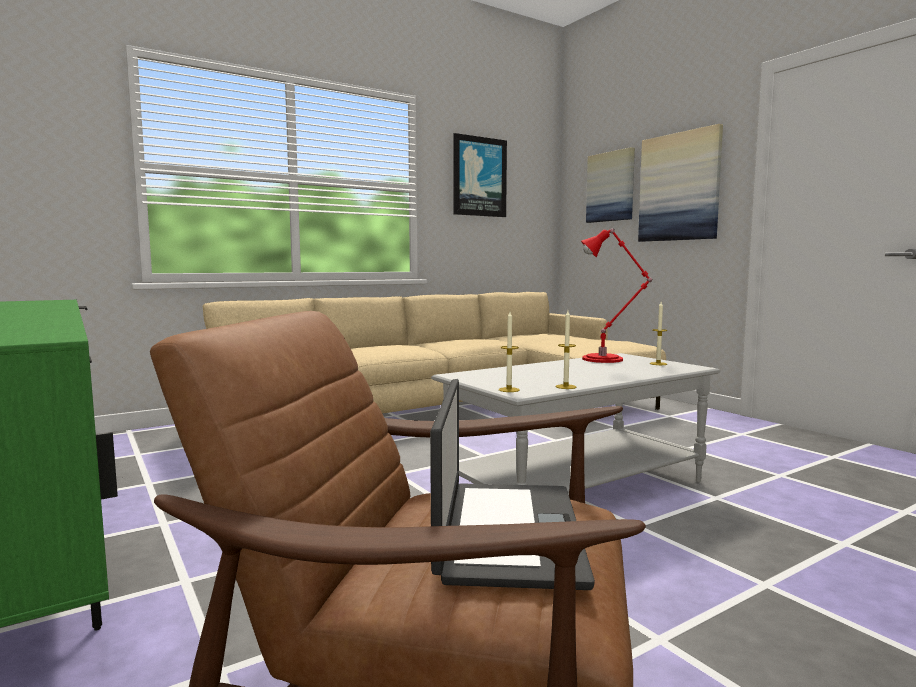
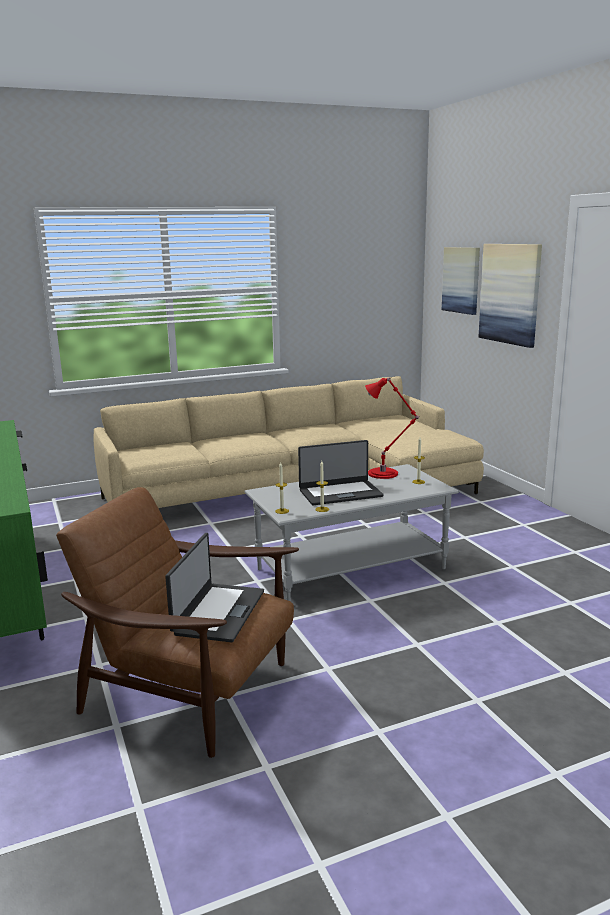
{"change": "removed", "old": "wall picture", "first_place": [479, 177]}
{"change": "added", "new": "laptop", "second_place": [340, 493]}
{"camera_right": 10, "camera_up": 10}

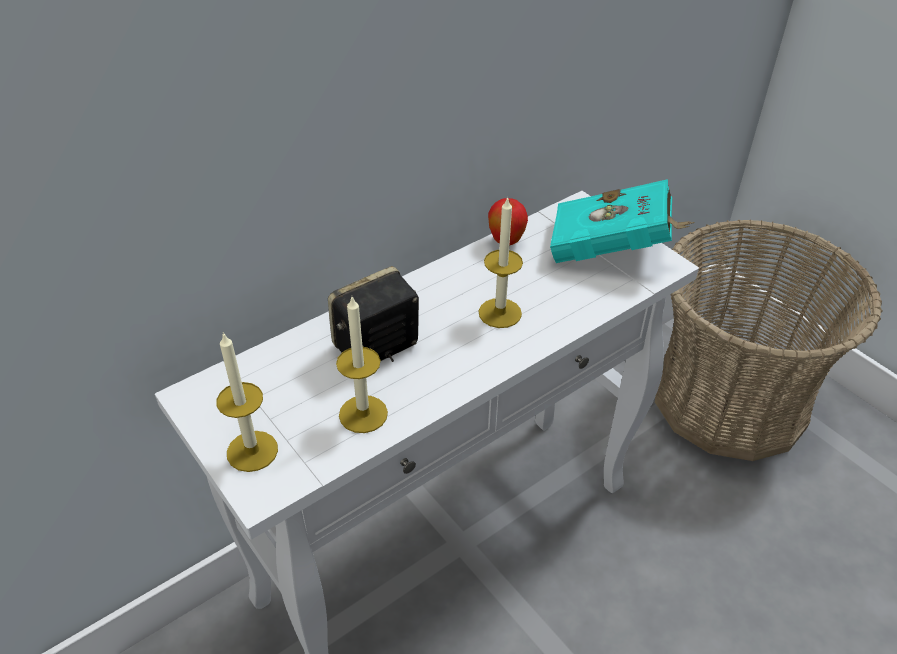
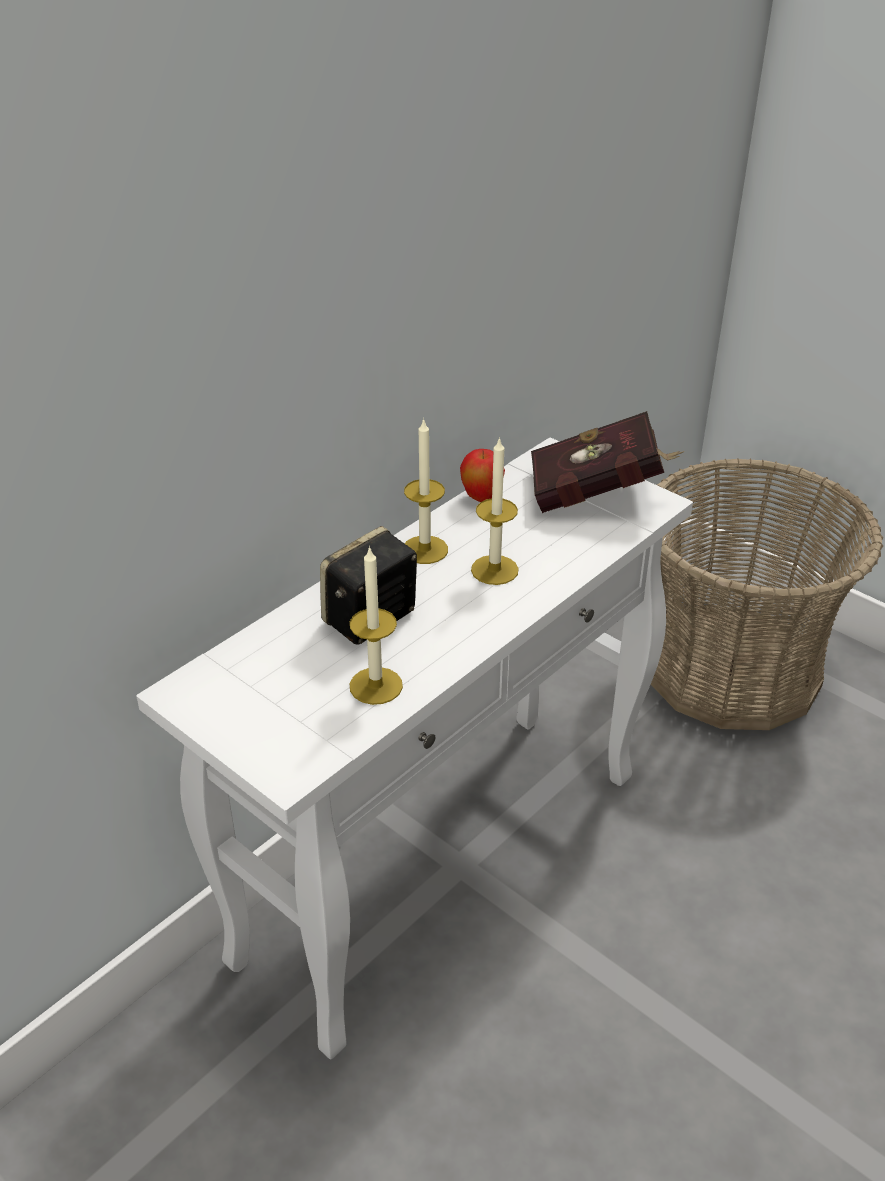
{"change": "recoloured", "old": "turquoise volume", "new": "red volume", "first_place": [613, 250], "second_place": [599, 494]}
{"change": "moved", "old": "wax candle", "first_place": [252, 451], "second_place": [425, 550]}
{"camera_right": -10, "camera_up": -5}

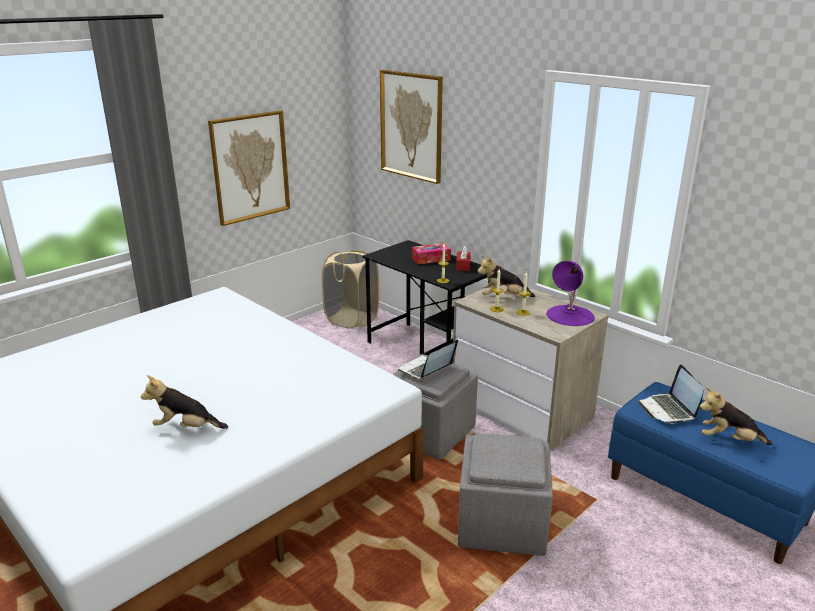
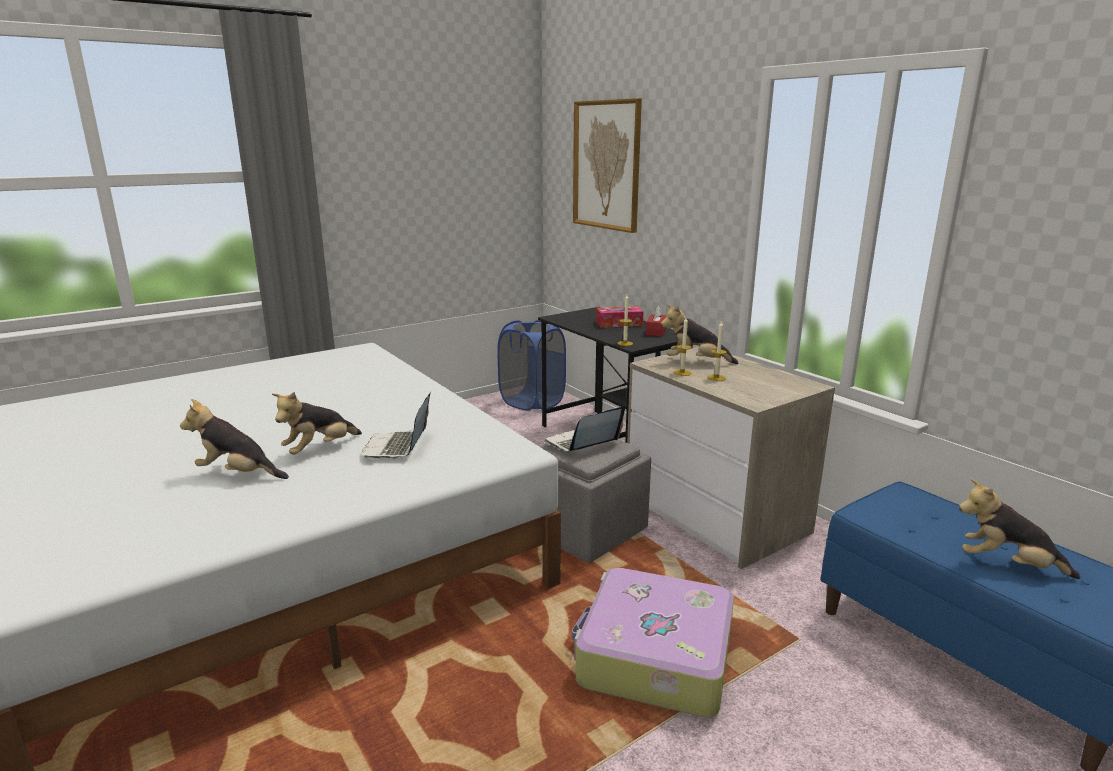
{"change": "removed", "old": "wall picture", "first_place": [250, 167]}
{"change": "recoloured", "old": "beige-coloured laundry basket", "new": "blue laundry basket", "first_place": [352, 319], "second_place": [532, 402]}
{"change": "removed", "old": "purple tabletop lamp", "first_place": [570, 315]}
{"change": "moved", "old": "laptop", "first_place": [668, 410], "second_place": [398, 447]}
{"change": "replaced", "old": "gray pouffe", "new": "piece of luggage", "first_place": [503, 525], "second_place": [653, 657]}
{"change": "added", "new": "cuddly toy", "second_place": [319, 449]}
{"camera_right": 10, "camera_up": -5}

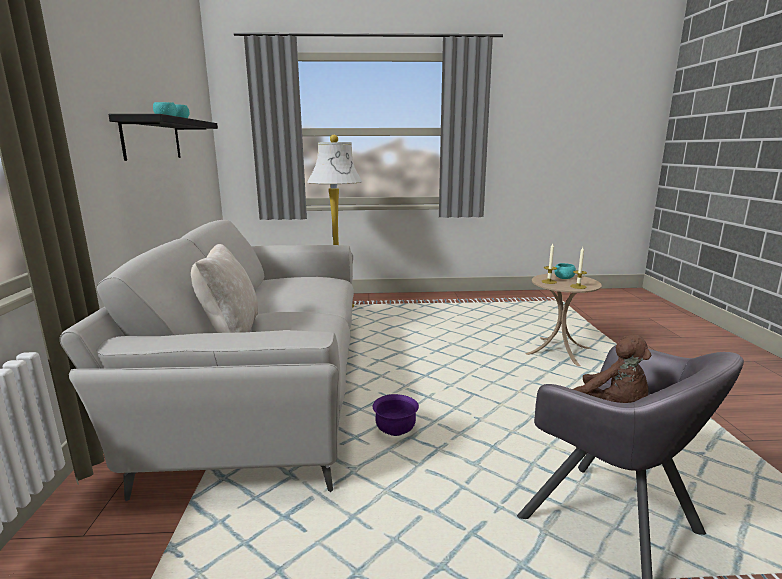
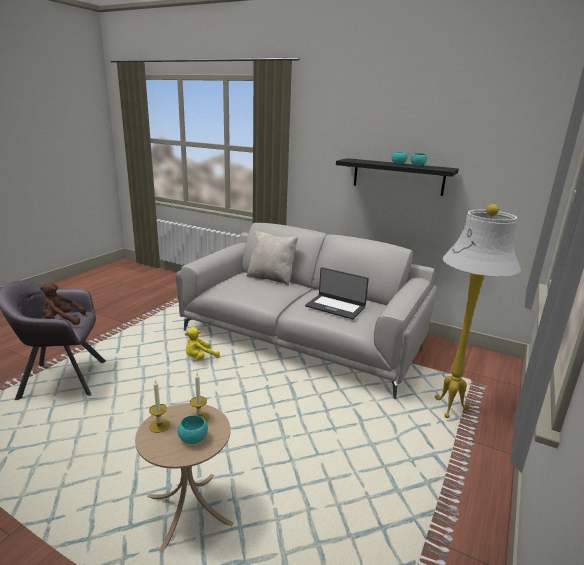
{"change": "replaced", "old": "purple serving bowl", "new": "yellow-coloured cuddly toy", "first_place": [395, 431], "second_place": [200, 358]}
{"change": "added", "new": "laptop", "second_place": [335, 307]}
{"camera_right": 120, "camera_up": 5}

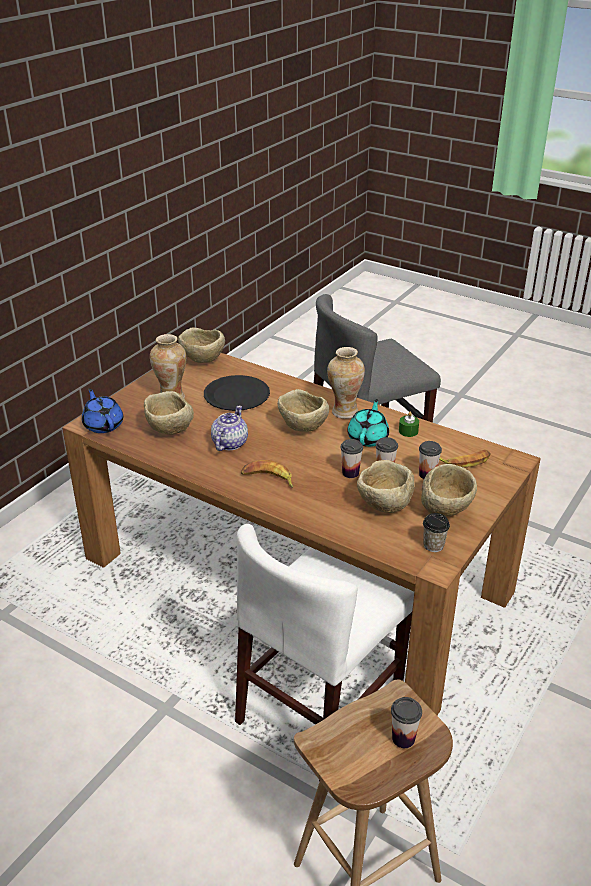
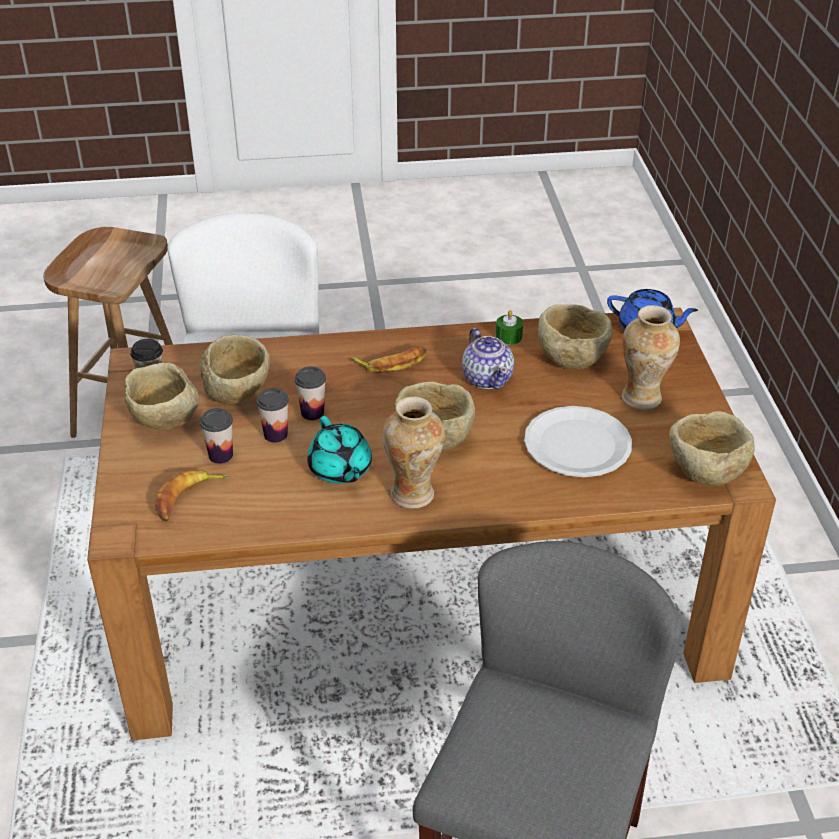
{"change": "recoloured", "old": "blackish dinner plate", "new": "white-coloured dinner plate", "first_place": [237, 395], "second_place": [577, 444]}
{"change": "moved", "old": "green-coloured wax candle", "first_place": [408, 431], "second_place": [508, 336]}
{"change": "removed", "old": "small cup", "first_place": [403, 738]}
{"camera_right": 140, "camera_up": 5}

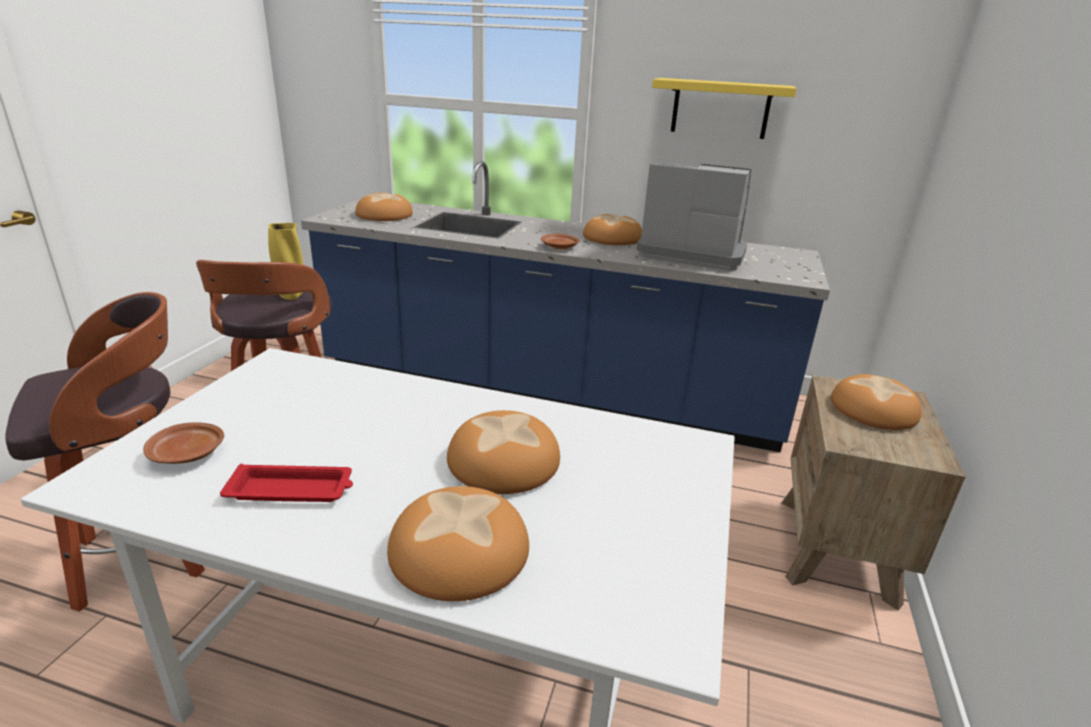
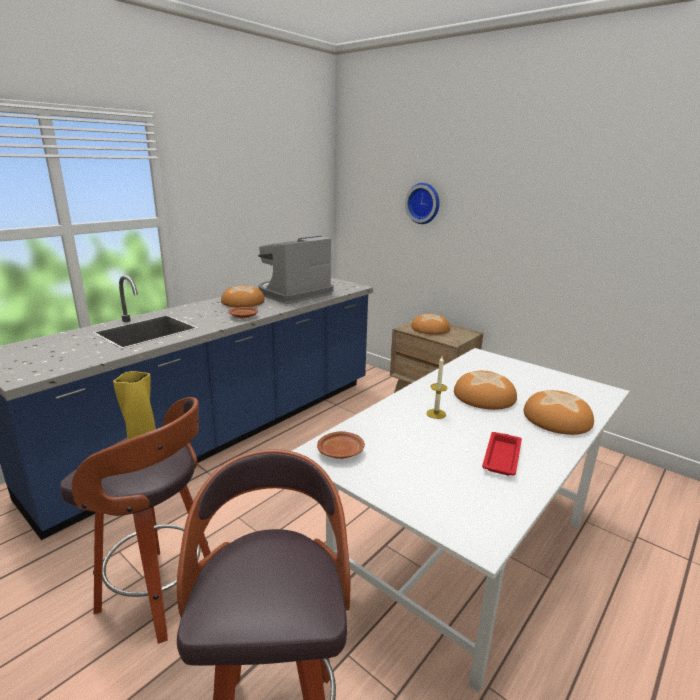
{"change": "removed", "old": "yellow-coloured wall shelf", "first_place": [720, 108]}
{"change": "removed", "old": "bakery bread", "first_place": [384, 215]}
{"change": "moved", "old": "brown-coloured dinner plate", "first_place": [188, 454], "second_place": [341, 452]}
{"change": "added", "new": "clock on the wall", "second_place": [424, 203]}
{"change": "added", "new": "wax candle", "second_place": [436, 414]}
{"camera_right": -65, "camera_up": -5}

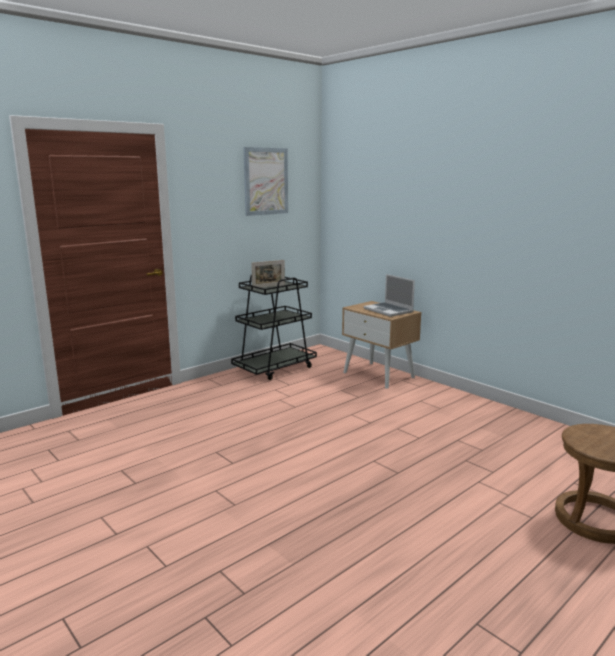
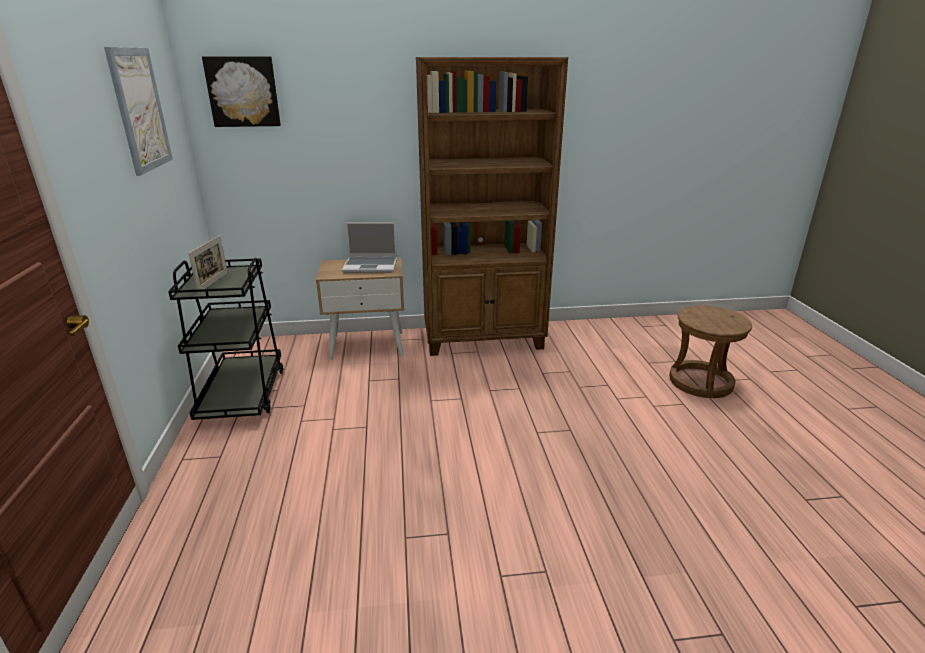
{"change": "added", "new": "wall picture", "second_place": [243, 91]}
{"change": "added", "new": "brown-coloured bookshelf", "second_place": [484, 340]}
{"camera_right": -55, "camera_up": 10}

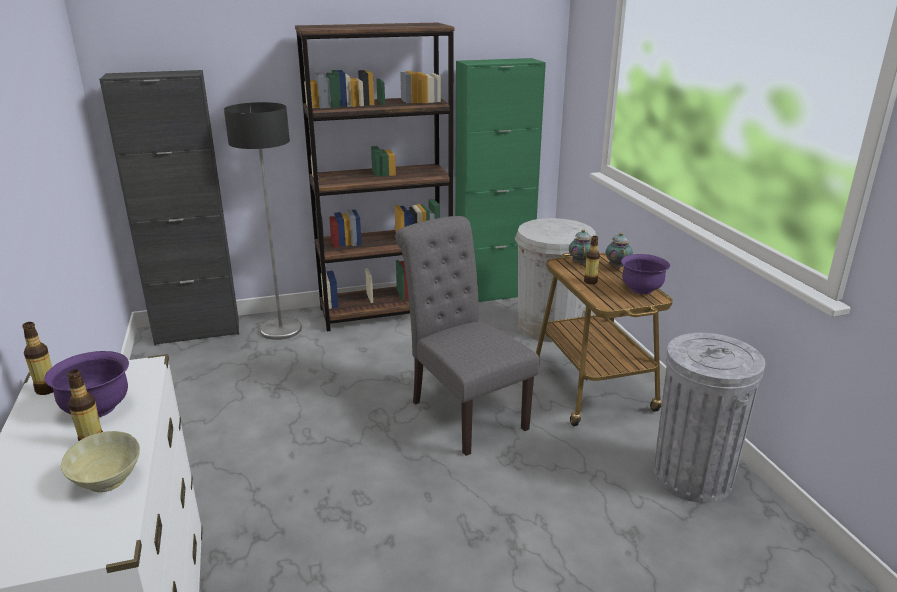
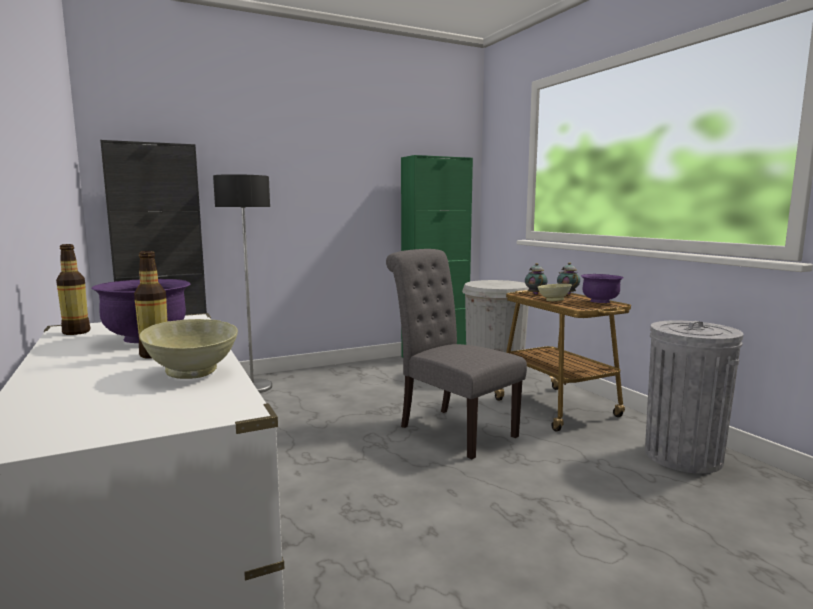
{"change": "removed", "old": "brown-coloured bookshelf", "first_place": [386, 311]}
{"change": "replaced", "old": "bottle", "new": "beige-coloured serving bowl", "first_place": [590, 282], "second_place": [553, 300]}
{"camera_right": -10, "camera_up": -15}

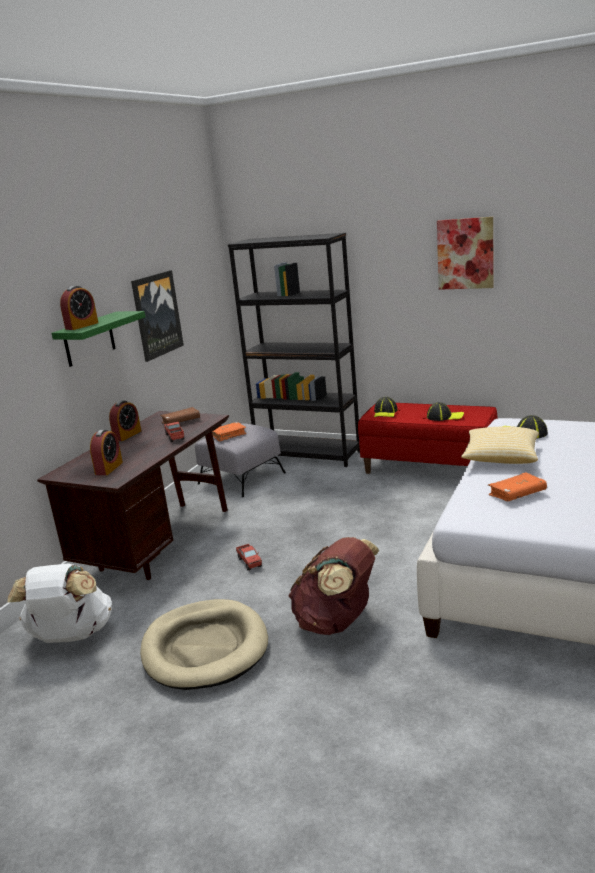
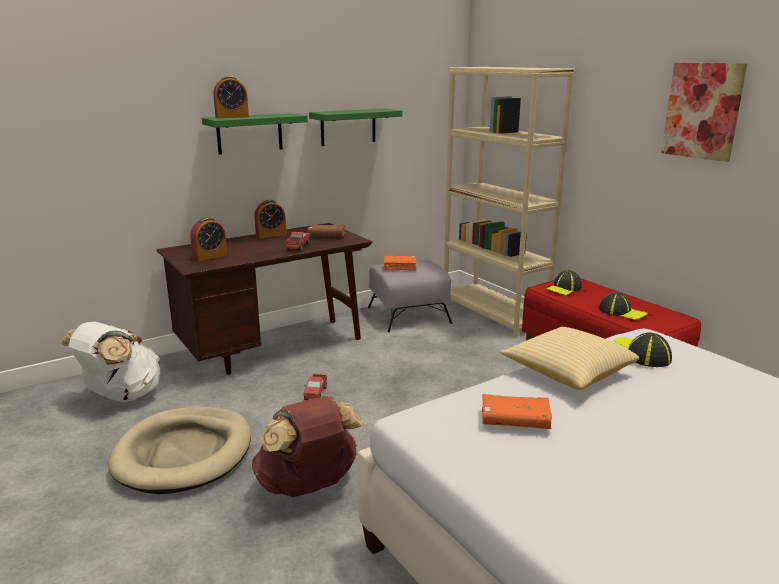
{"change": "recoloured", "old": "blackish bookshelf", "new": "beige-coloured bookshelf", "first_place": [308, 455], "second_place": [494, 314]}
{"change": "replaced", "old": "wall picture", "new": "green-coloured wall shelf", "first_place": [156, 315], "second_place": [348, 127]}
{"camera_right": 30, "camera_up": 0}

